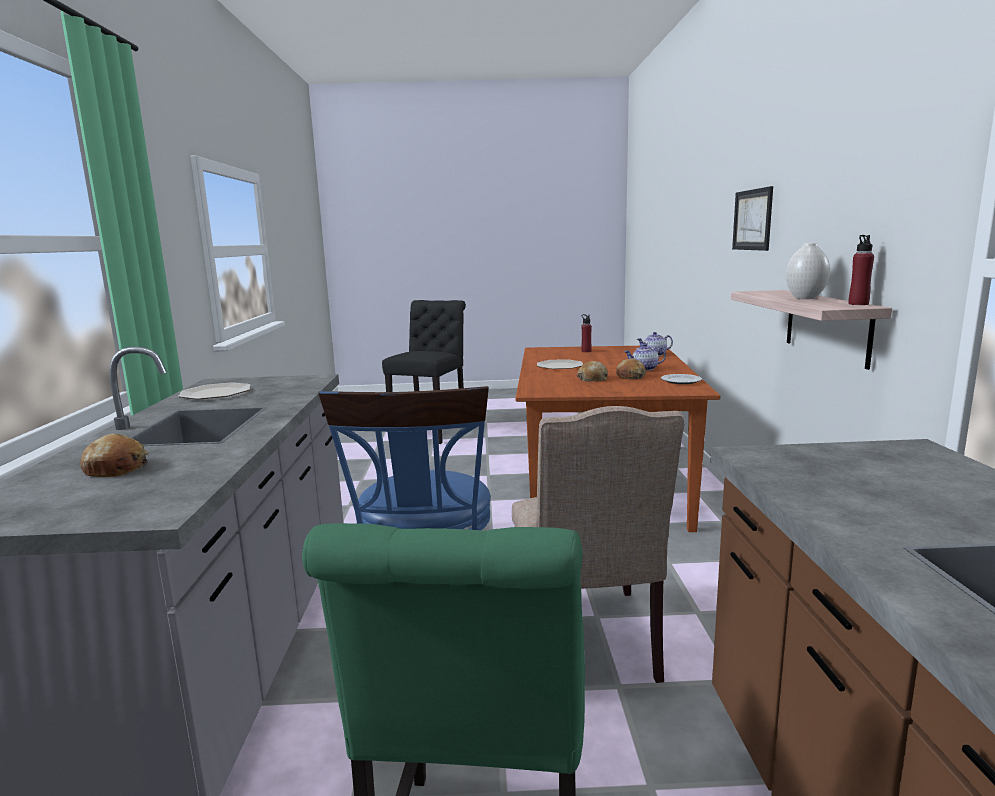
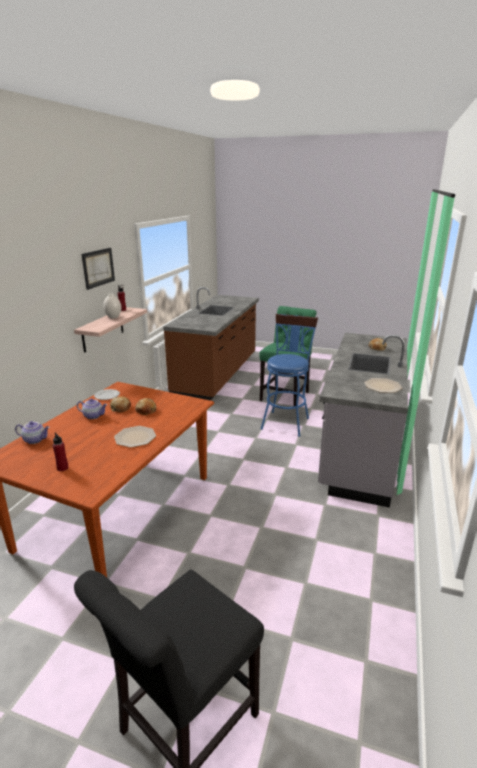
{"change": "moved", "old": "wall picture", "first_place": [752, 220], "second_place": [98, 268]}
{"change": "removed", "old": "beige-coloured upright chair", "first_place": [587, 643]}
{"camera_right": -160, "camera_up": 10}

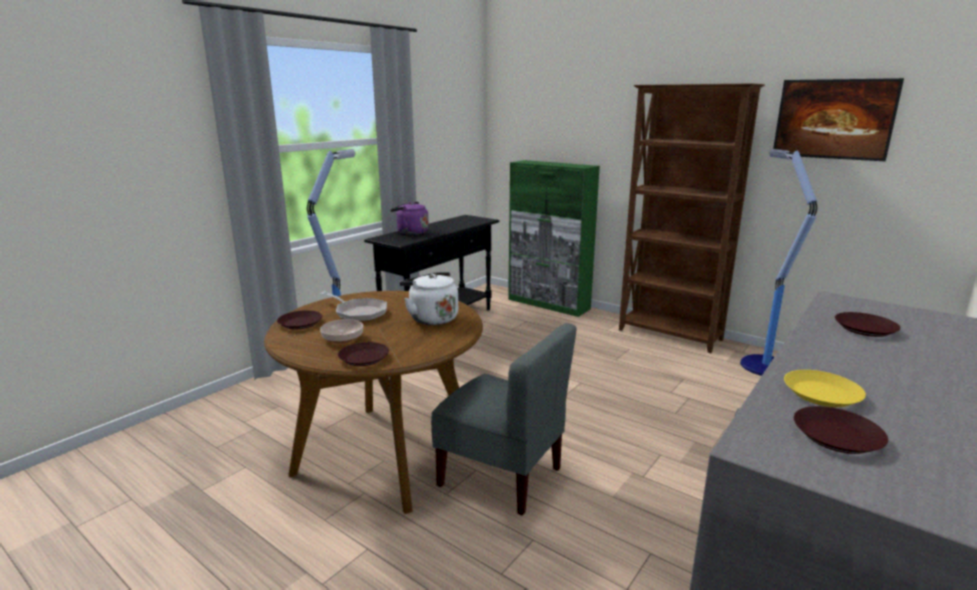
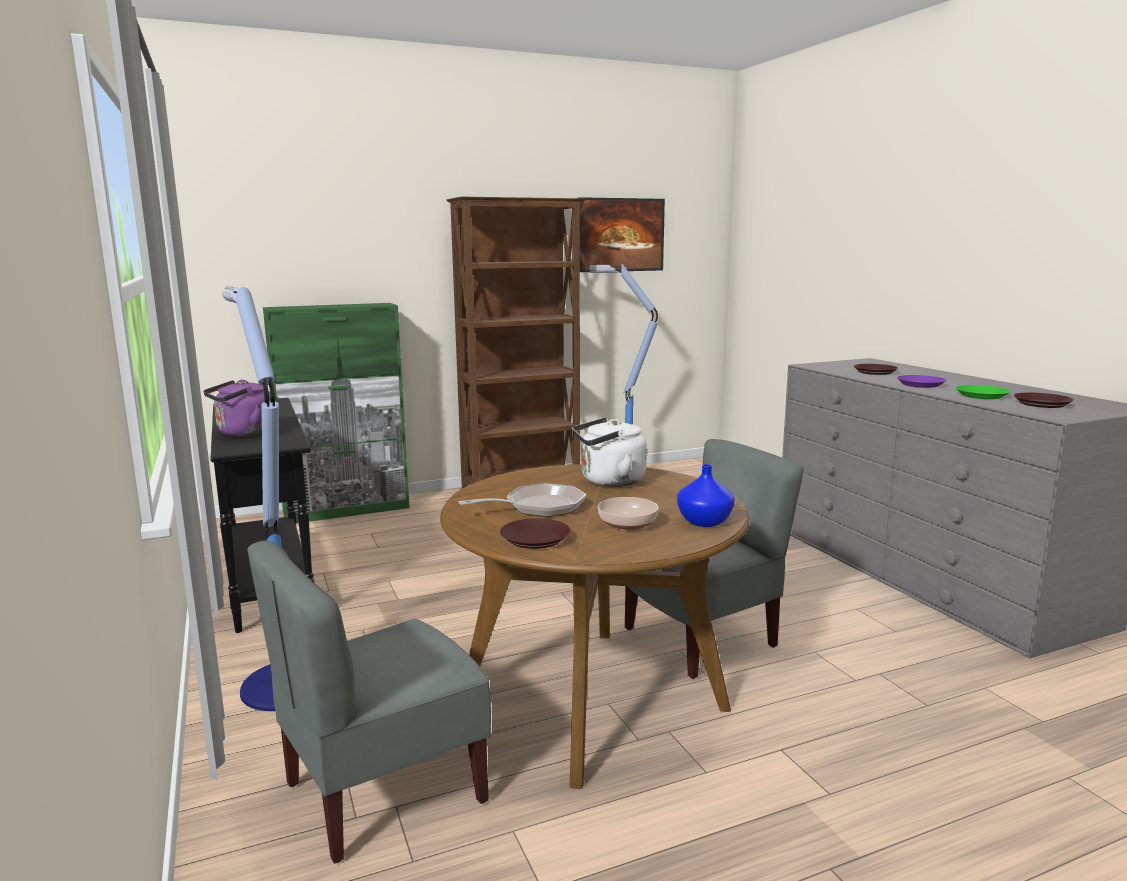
{"change": "replaced", "old": "brown-coloured dinner plate", "new": "blue vase", "first_place": [364, 358], "second_place": [705, 521]}
{"change": "recoloured", "old": "yellow-coloured dinner plate", "new": "green-coloured dinner plate", "first_place": [821, 394], "second_place": [981, 396]}
{"change": "added", "new": "purple dinner plate", "second_place": [920, 385]}
{"change": "added", "new": "gray upright chair", "second_place": [383, 791]}
{"camera_right": -60, "camera_up": -5}

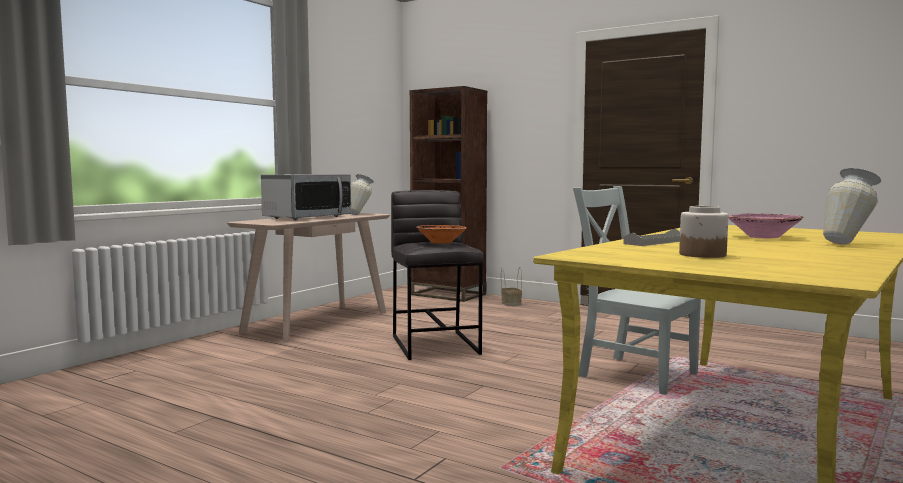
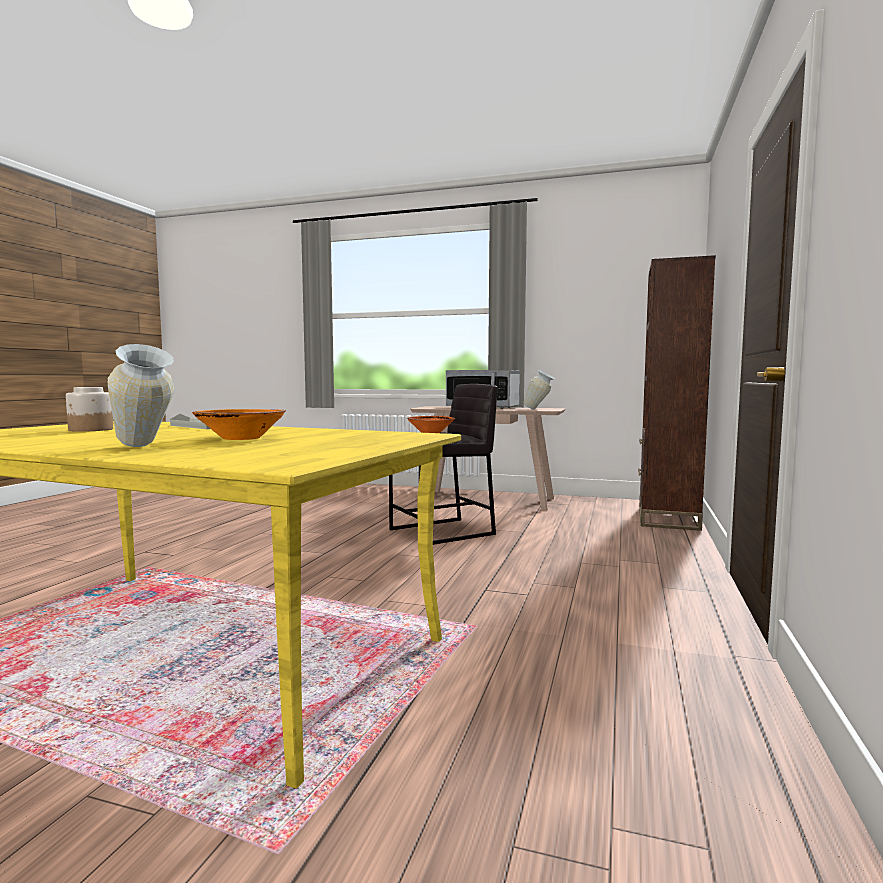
{"change": "removed", "old": "gray upright chair", "first_place": [633, 373]}
{"change": "recoloured", "old": "pink serving bowl", "new": "orange serving bowl", "first_place": [763, 237], "second_place": [241, 438]}
{"change": "removed", "old": "household basket", "first_place": [510, 304]}
{"camera_right": 75, "camera_up": 0}

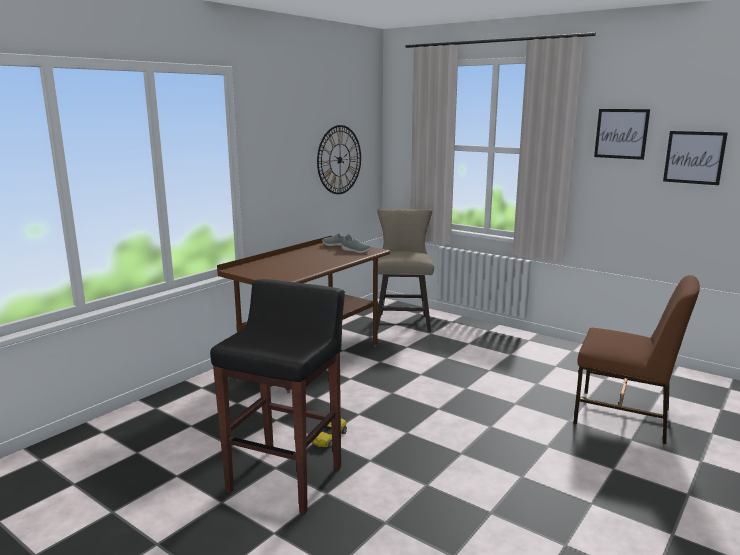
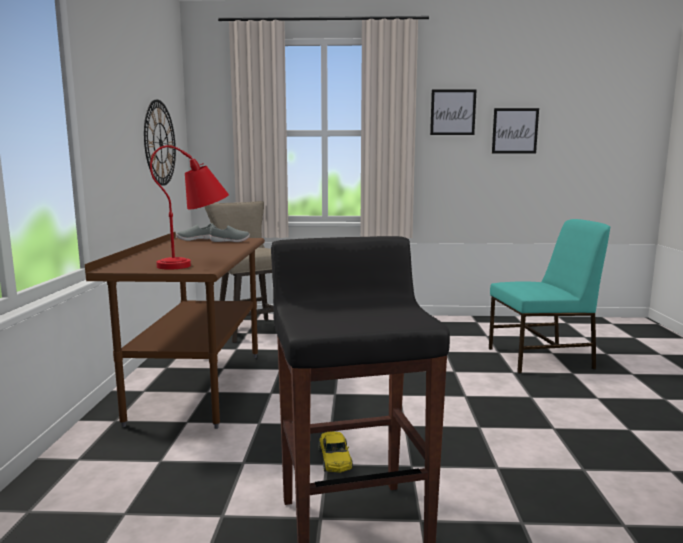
{"change": "recoloured", "old": "brown-coloured upright chair", "new": "turquoise upright chair", "first_place": [624, 417], "second_place": [541, 358]}
{"change": "added", "new": "red tabletop lamp", "second_place": [196, 264]}
{"camera_right": -35, "camera_up": -5}

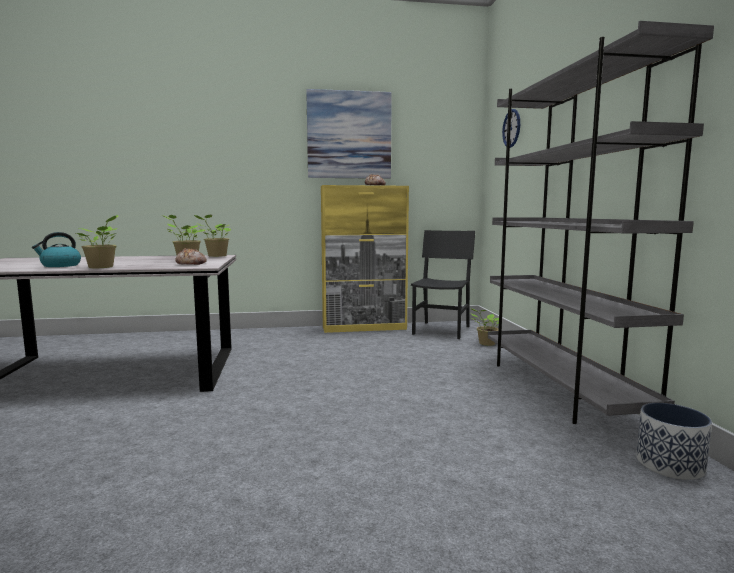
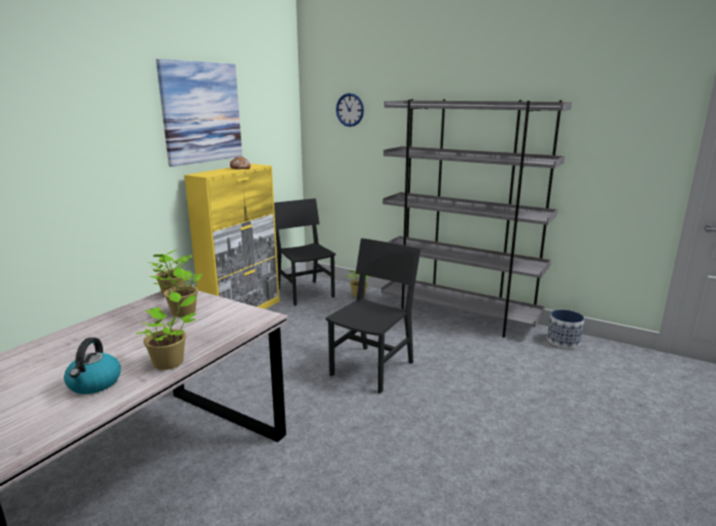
{"change": "removed", "old": "bakery bread", "first_place": [191, 264]}
{"change": "added", "new": "blackish upright chair", "second_place": [372, 368]}
{"camera_right": -50, "camera_up": 10}

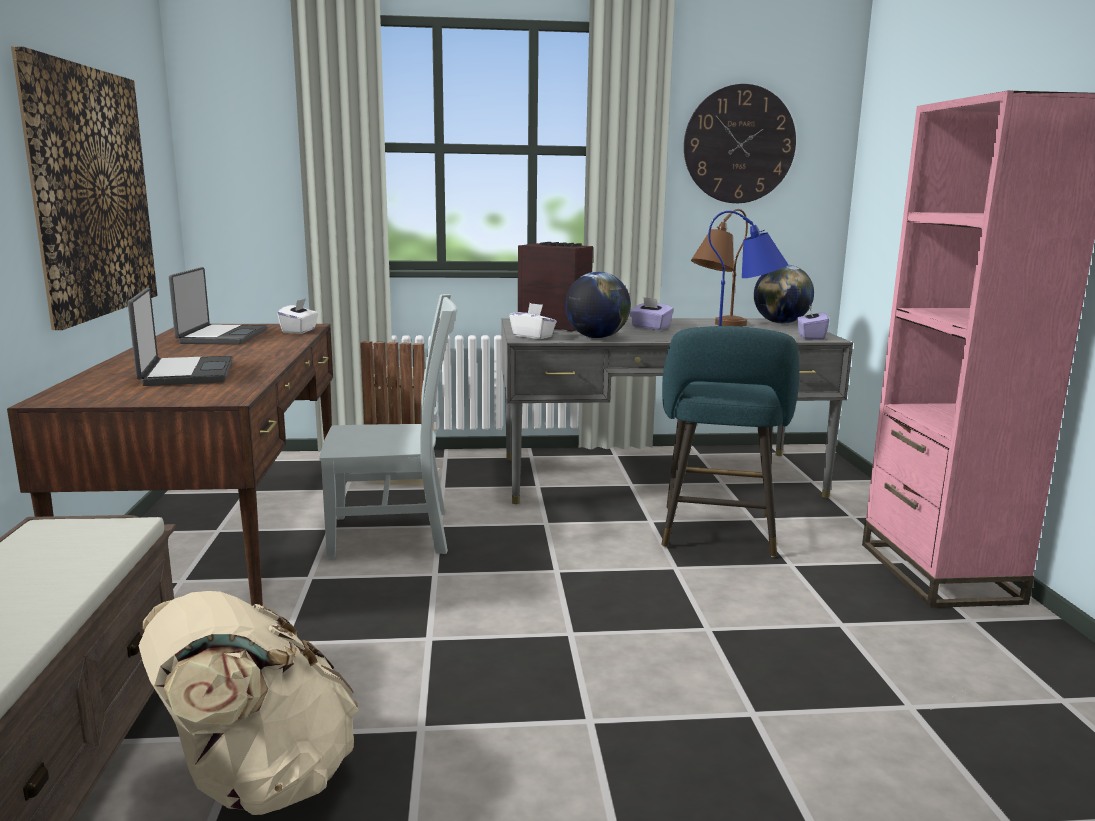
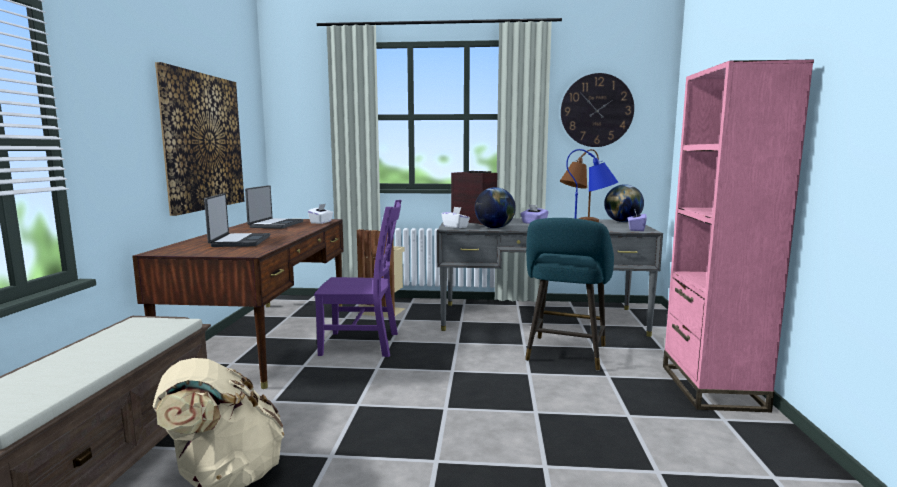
{"change": "recoloured", "old": "gray upright chair", "new": "purple upright chair", "first_place": [396, 534], "second_place": [364, 344]}
{"camera_right": 10, "camera_up": -5}

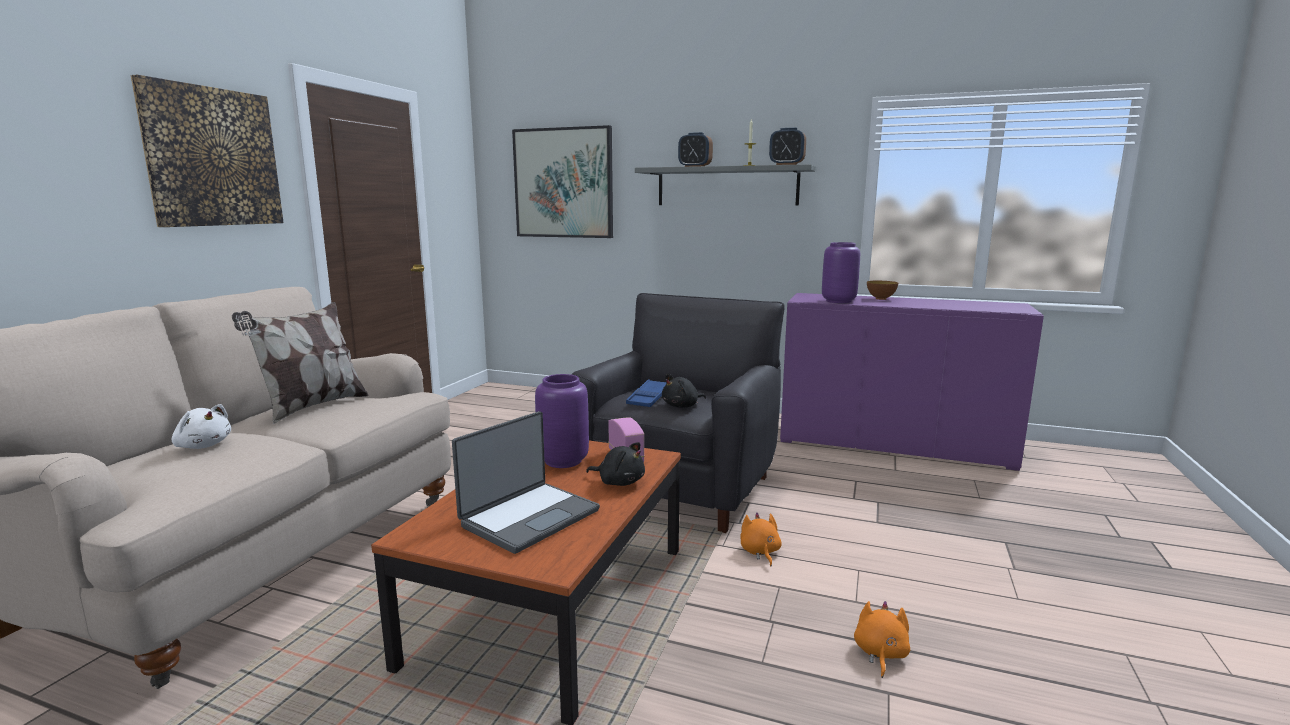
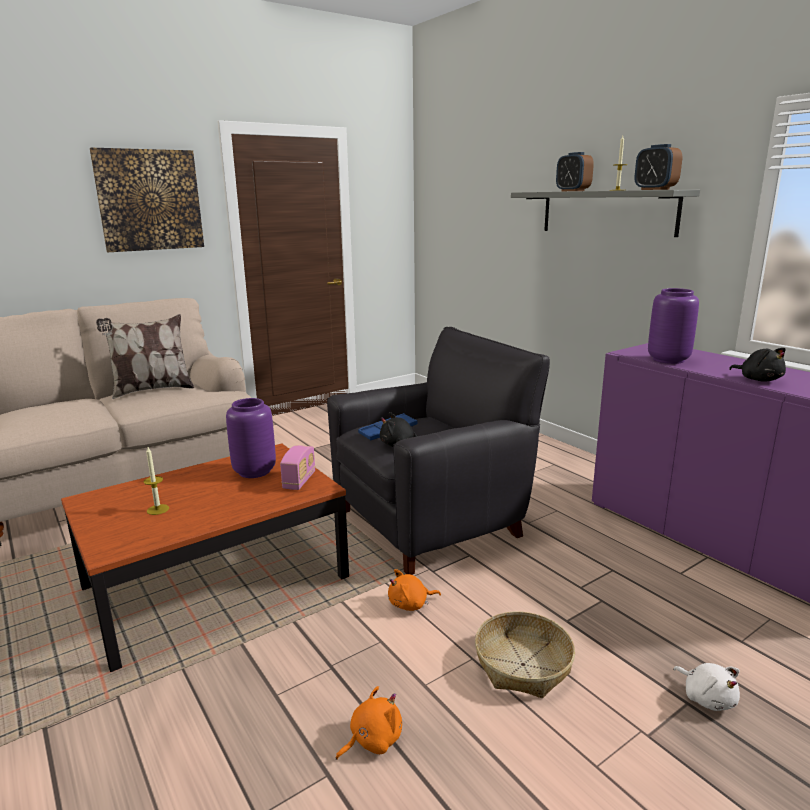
{"change": "removed", "old": "wall picture", "first_place": [563, 183]}
{"change": "removed", "old": "serving bowl", "first_place": [881, 299]}
{"change": "moved", "old": "white-coloured cuddly toy", "first_place": [203, 446], "second_place": [707, 698]}
{"change": "replaced", "old": "laptop", "new": "wax candle", "first_place": [529, 517], "second_place": [158, 509]}
{"change": "moved", "old": "blackish cuddly toy", "first_place": [619, 482], "second_place": [758, 379]}
{"change": "turned", "old": "orange cuddly toy", "first_place": [760, 552], "second_place": [410, 604], "degrees": -135}
{"change": "added", "new": "household basket", "second_place": [523, 665]}
{"camera_right": 35, "camera_up": 5}

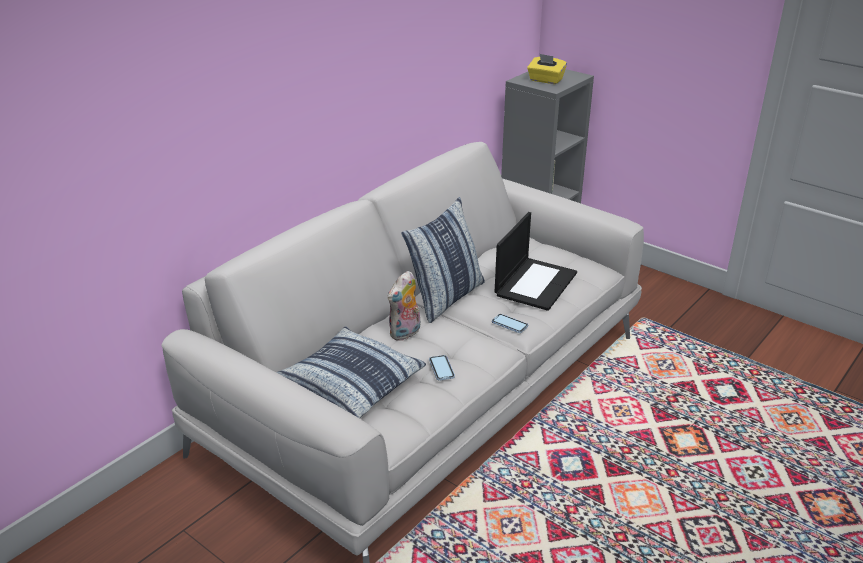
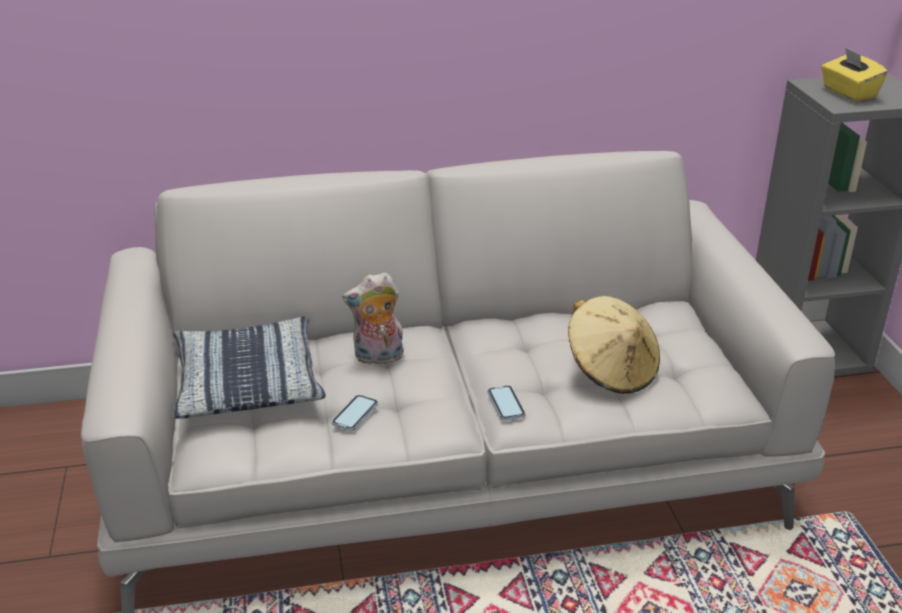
{"change": "removed", "old": "throw pillow", "first_place": [446, 298]}
{"change": "replaced", "old": "laptop", "new": "beige-coloured hat", "first_place": [535, 283], "second_place": [611, 371]}
{"camera_right": 40, "camera_up": 0}

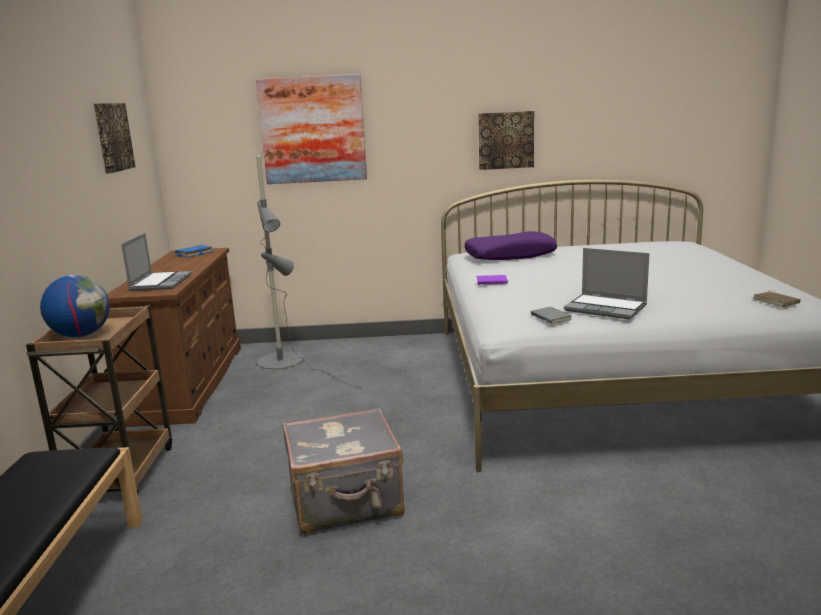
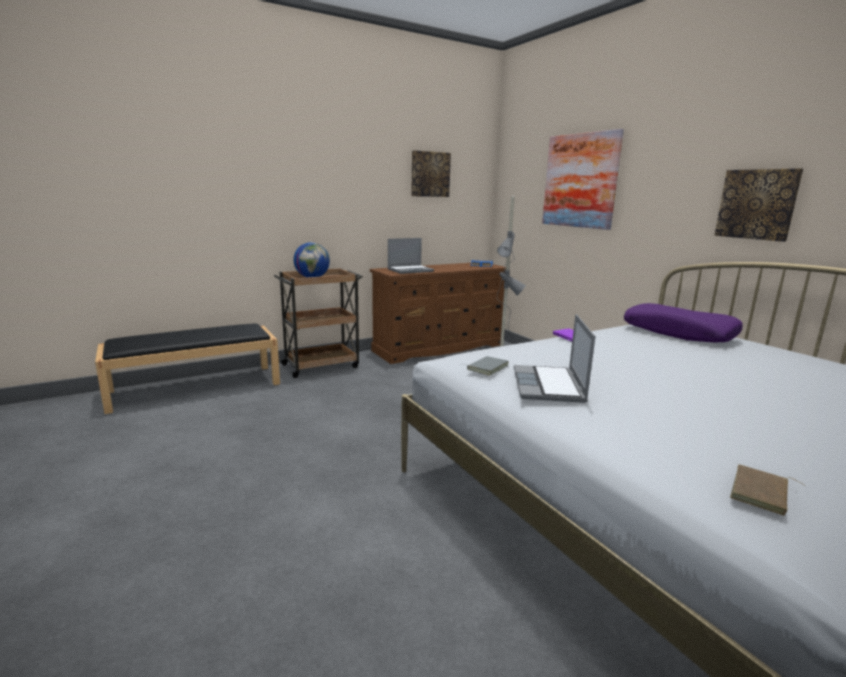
{"change": "removed", "old": "gray piece of luggage", "first_place": [346, 502]}
{"camera_right": 60, "camera_up": 0}

